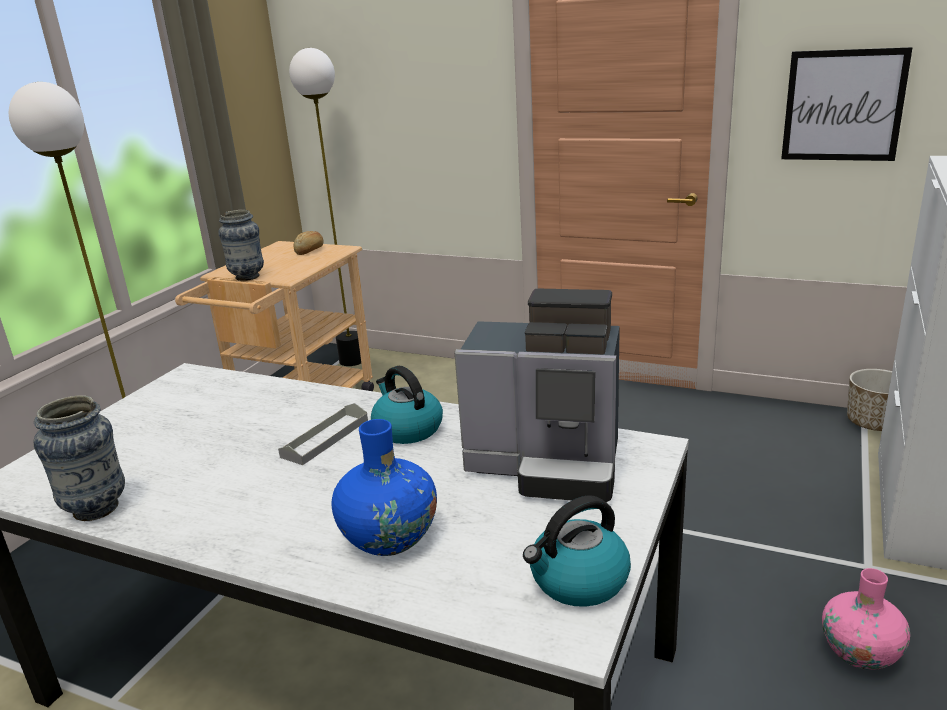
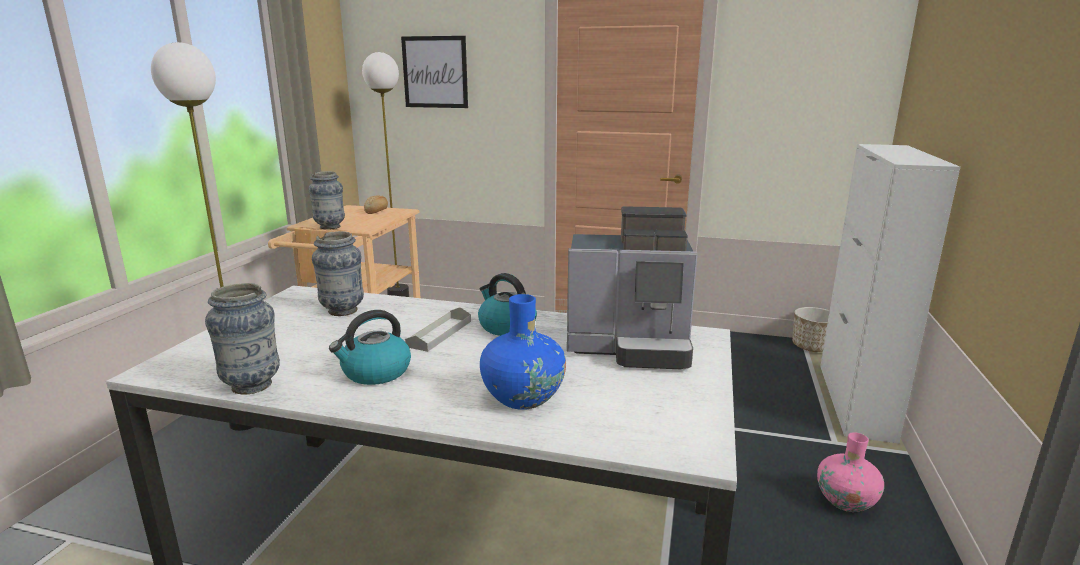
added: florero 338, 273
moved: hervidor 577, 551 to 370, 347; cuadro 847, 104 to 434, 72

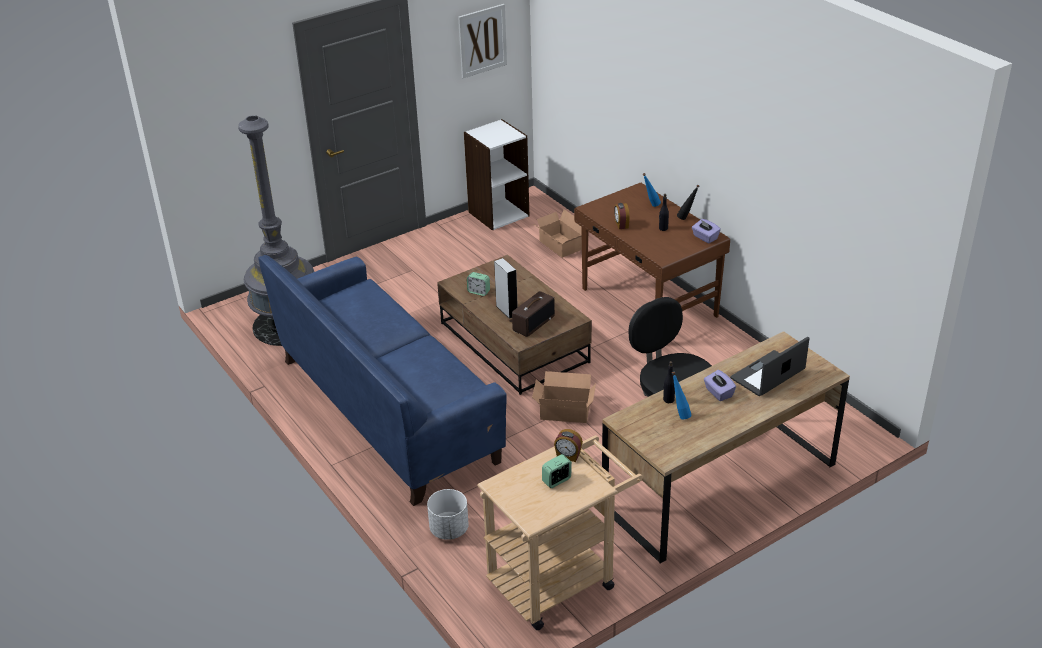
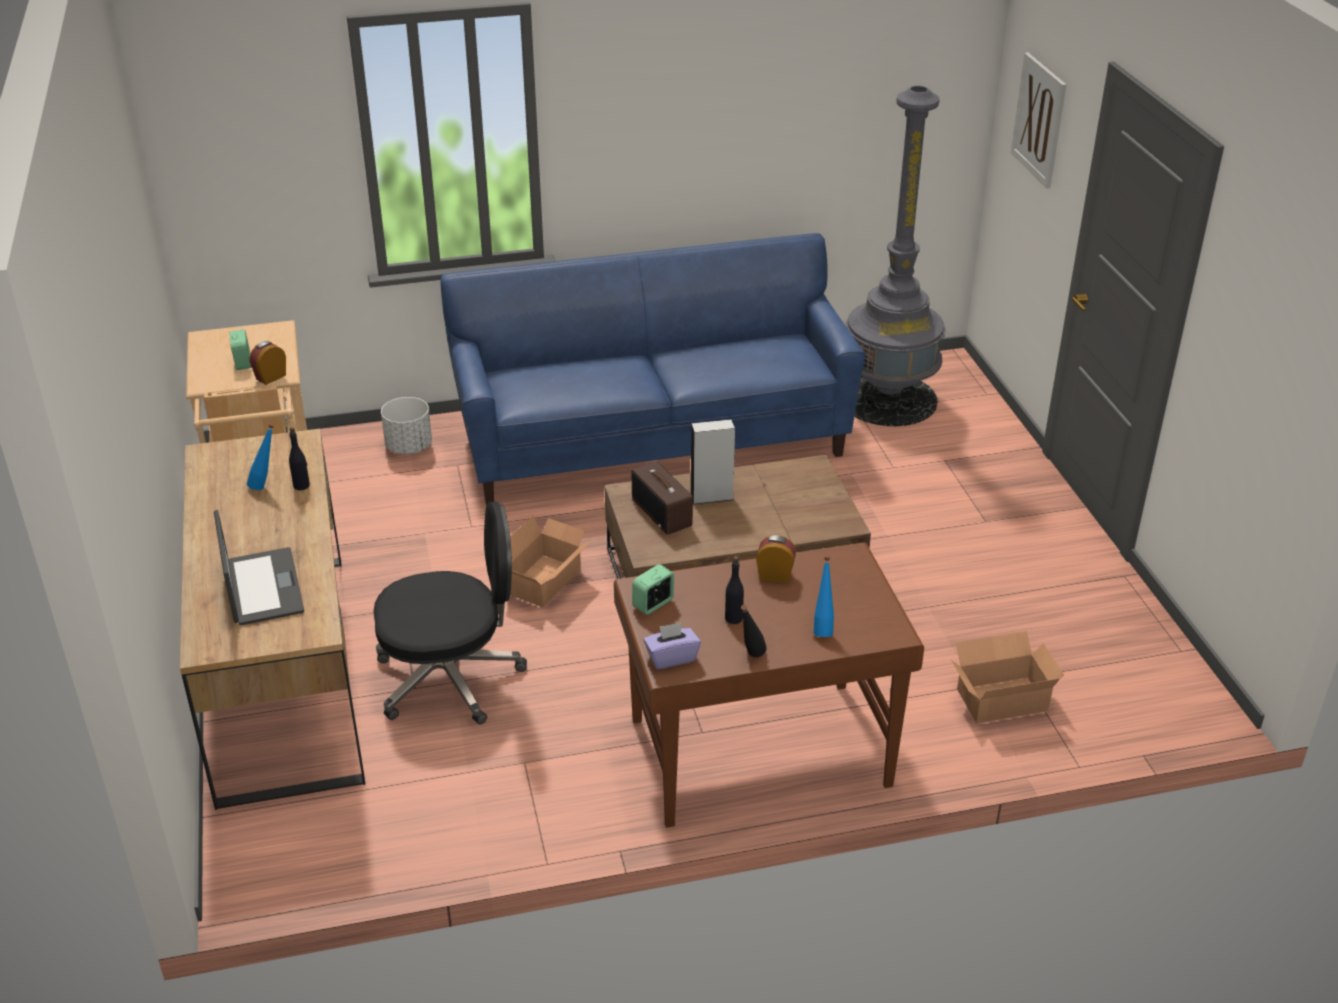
removed: estantería (blanco) 496, 174; caja de pañuelos (morado) 720, 385
moved: despertador 478, 284 to 653, 589; cuadro 482, 41 to 1038, 120

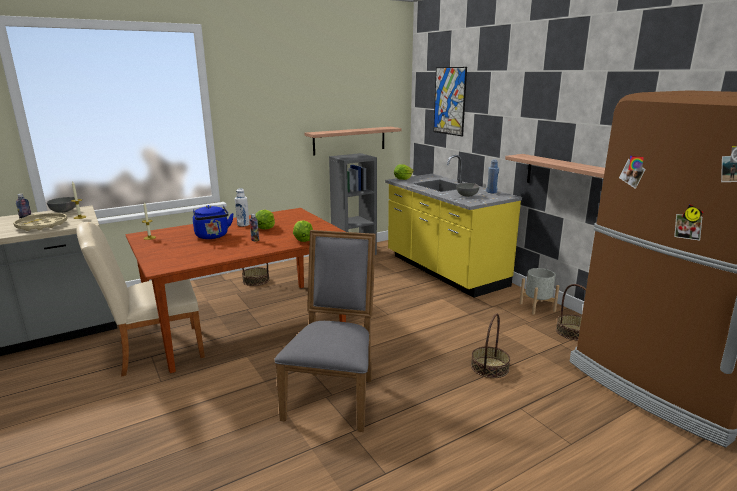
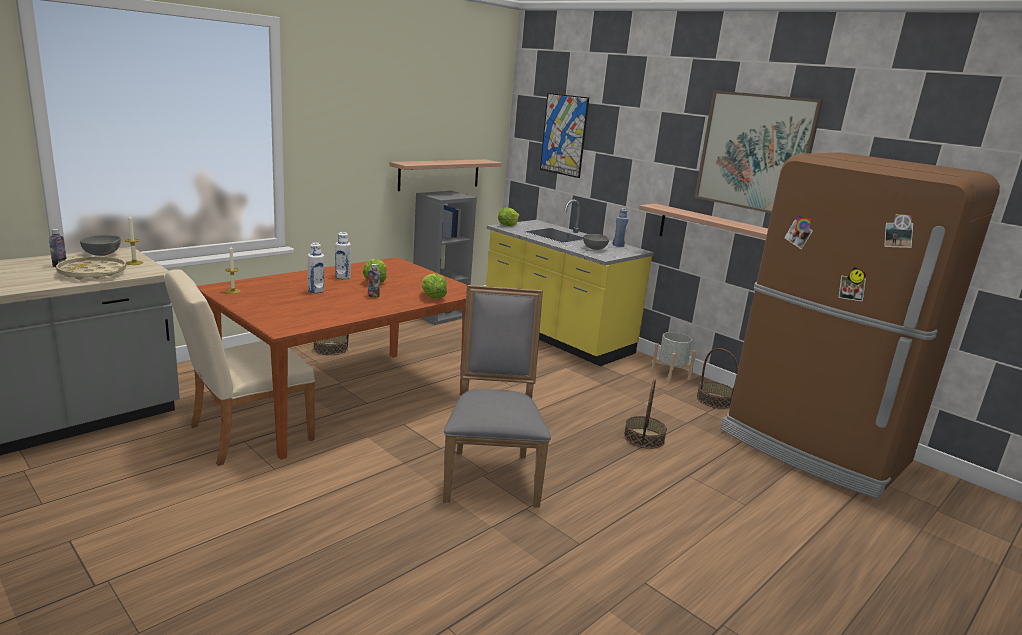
added: cuadro 758, 151
replaced: hervidor (azul) 213, 222 to botella (blanco) 315, 267

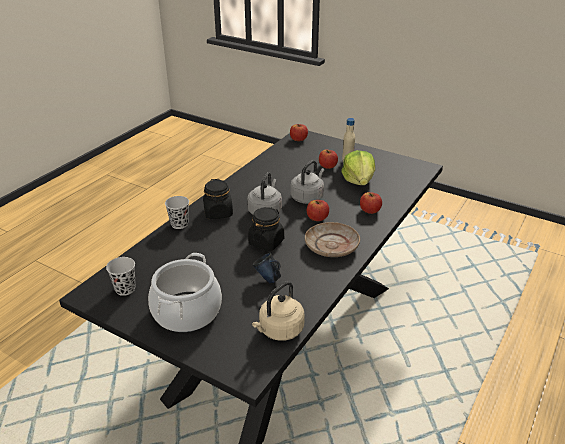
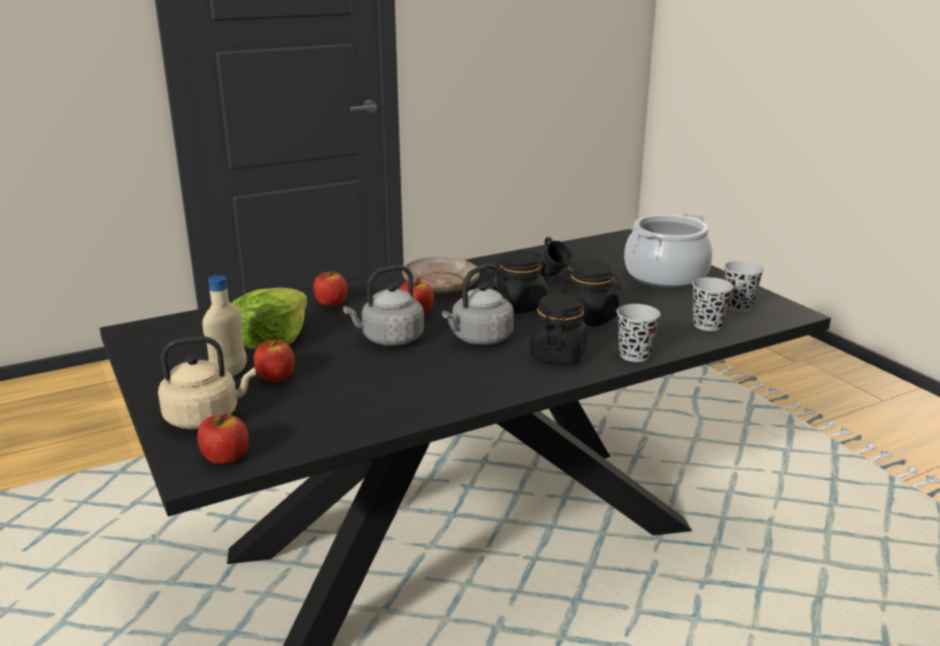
added: tarro (negro) 592, 293; taza (negro) 713, 304
moved: hervidor (beis) 278, 311 to 207, 382

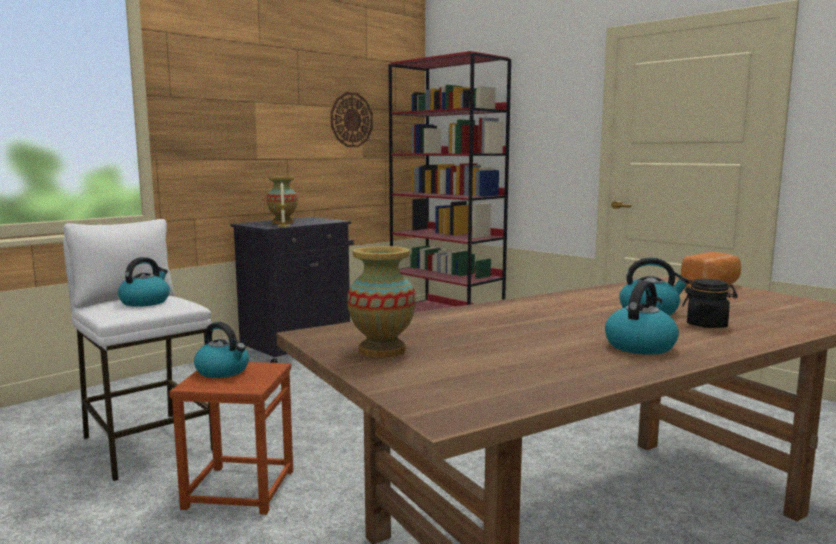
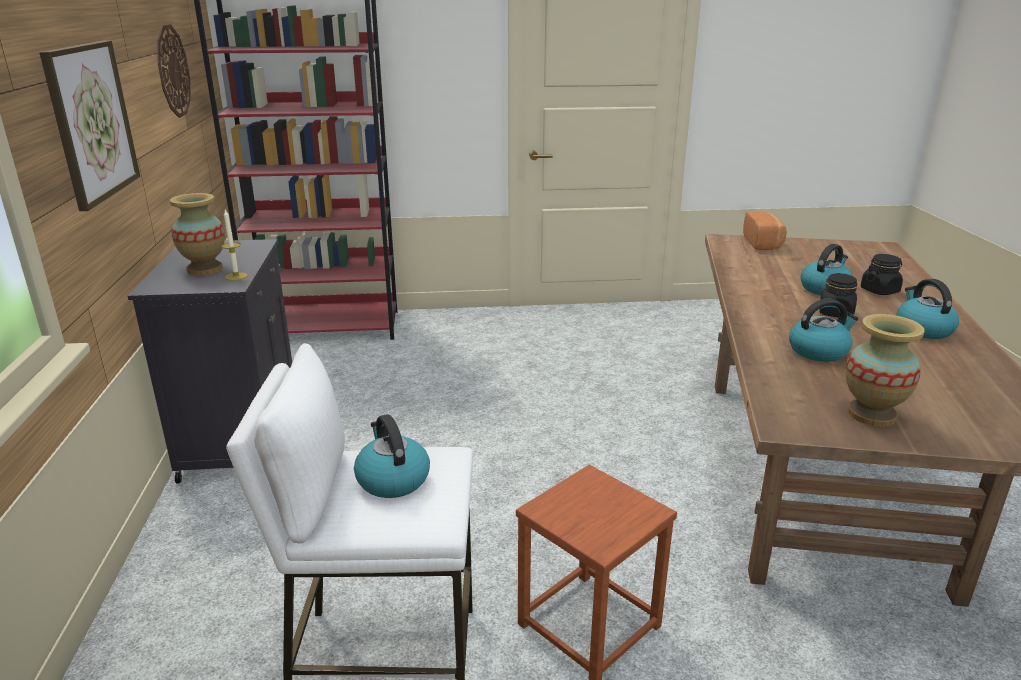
added: cuadro 89, 126; tarro (negro) 838, 295
moved: hervidor 221, 350 to 824, 330

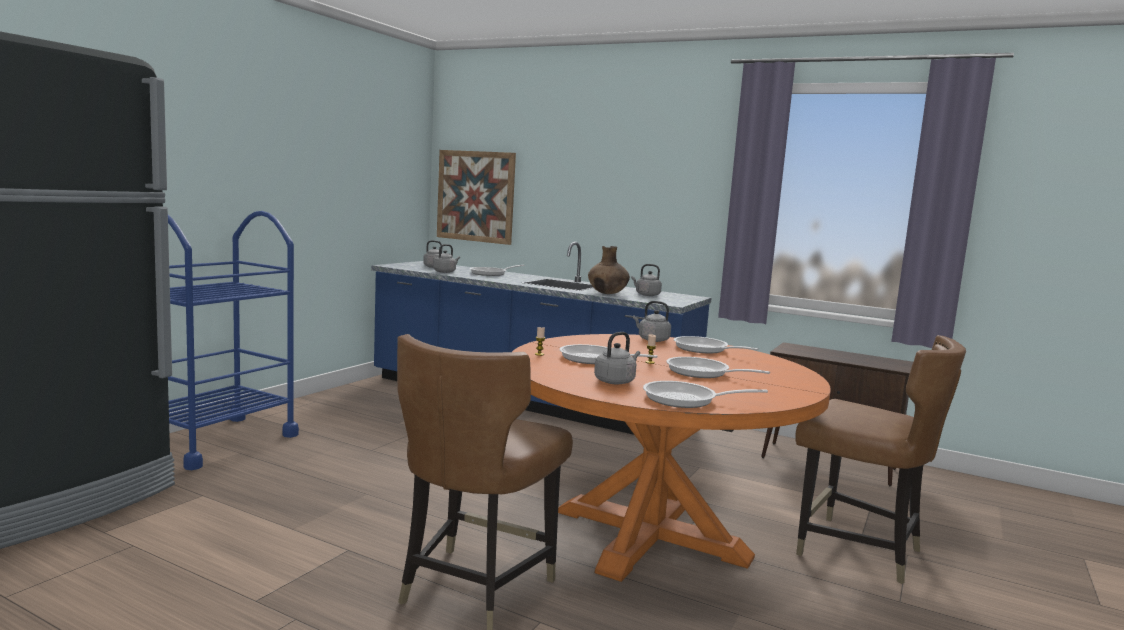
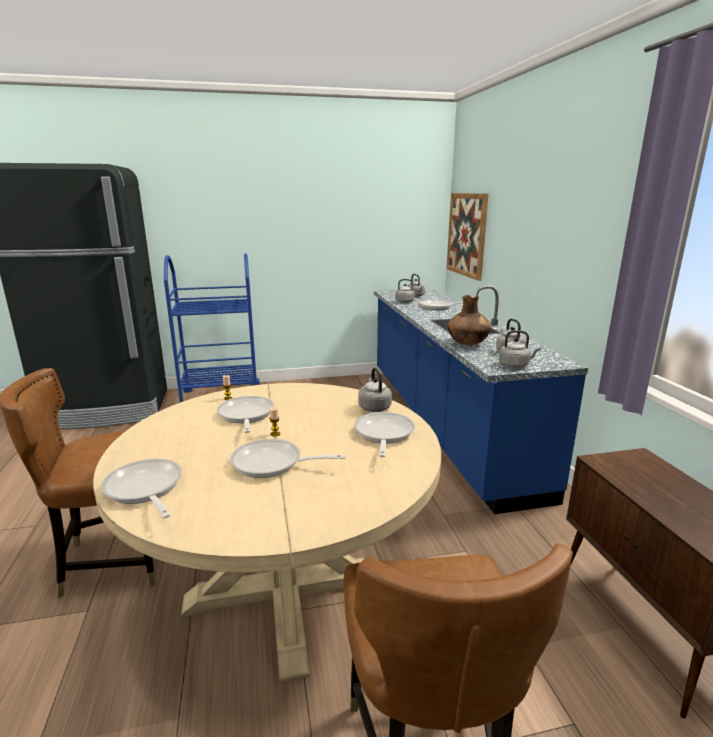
moved: hervidor (gris) 617, 358 to 520, 349
recoloured: mesa de comedor (naranja) 671, 458 to mesa de comedor (beis) 267, 533
turned: sartén 718, 367 = 288, 458 75 degrees counterclockwise

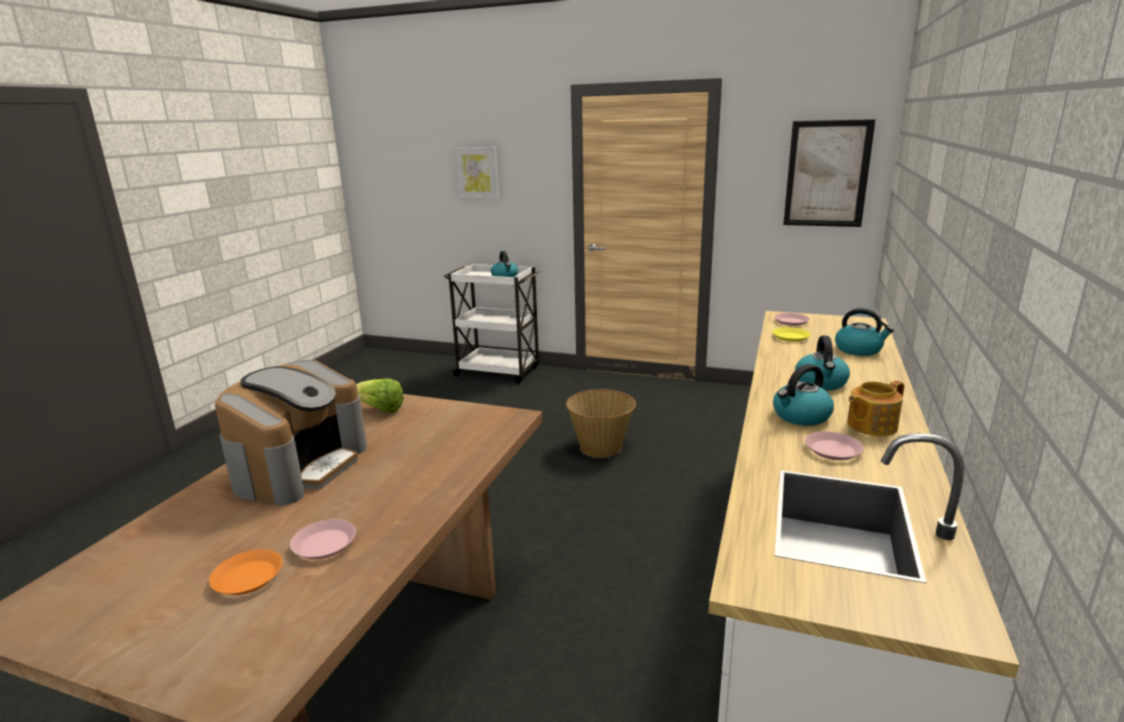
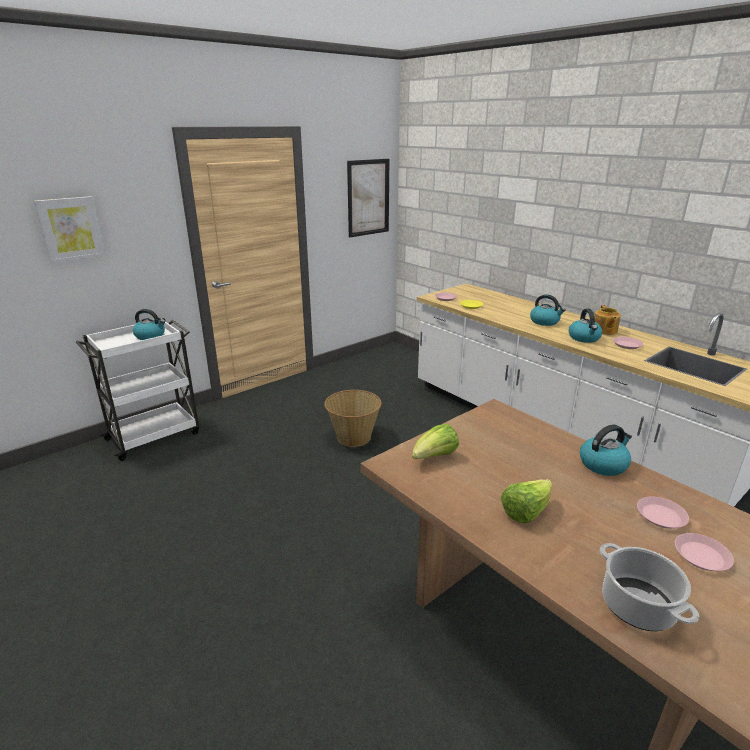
added: olla 649, 587
moved: hervidor 864, 332 to 606, 450
replaced: cafetera 291, 433 to lechuga 526, 501
recoloured: plato (naranja) 246, 572 to plato (rosa) 704, 552

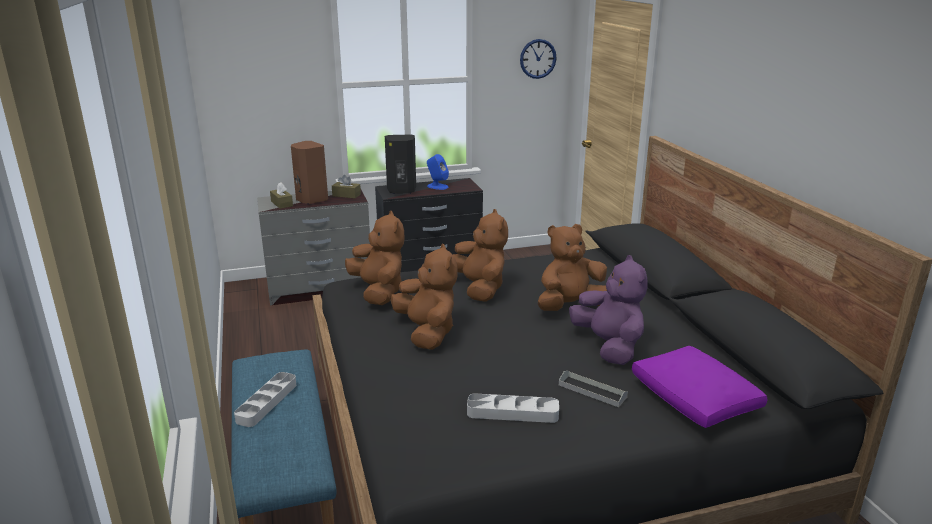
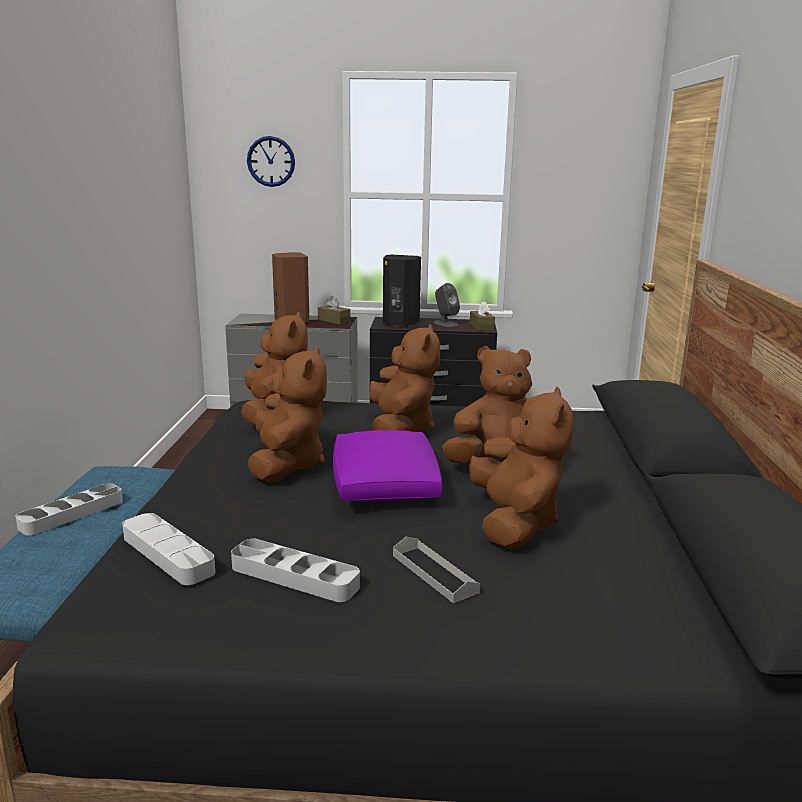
added: bandeja (gris) 168, 549
moved: reloj de pared 538, 59 to 271, 161; cojín (morado) 700, 387 to 387, 465; caja de pañuelos (marrón) 281, 195 to 482, 316
recoloured: altavoz (azul) 438, 172 to altavoz (gris) 447, 305; peluche (morado) 608, 310 to peluche (marrón) 521, 468

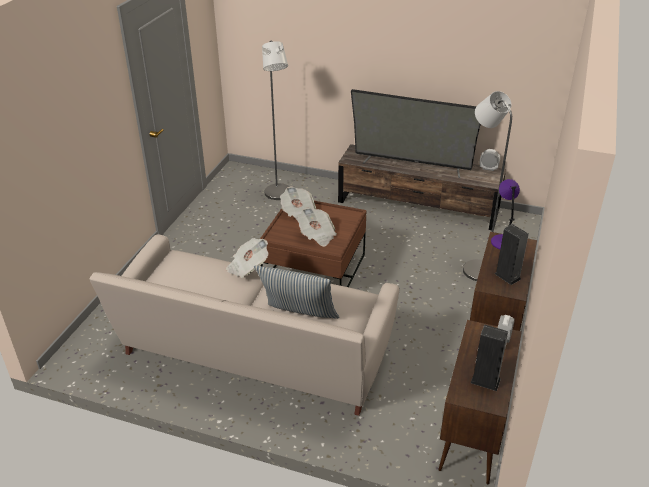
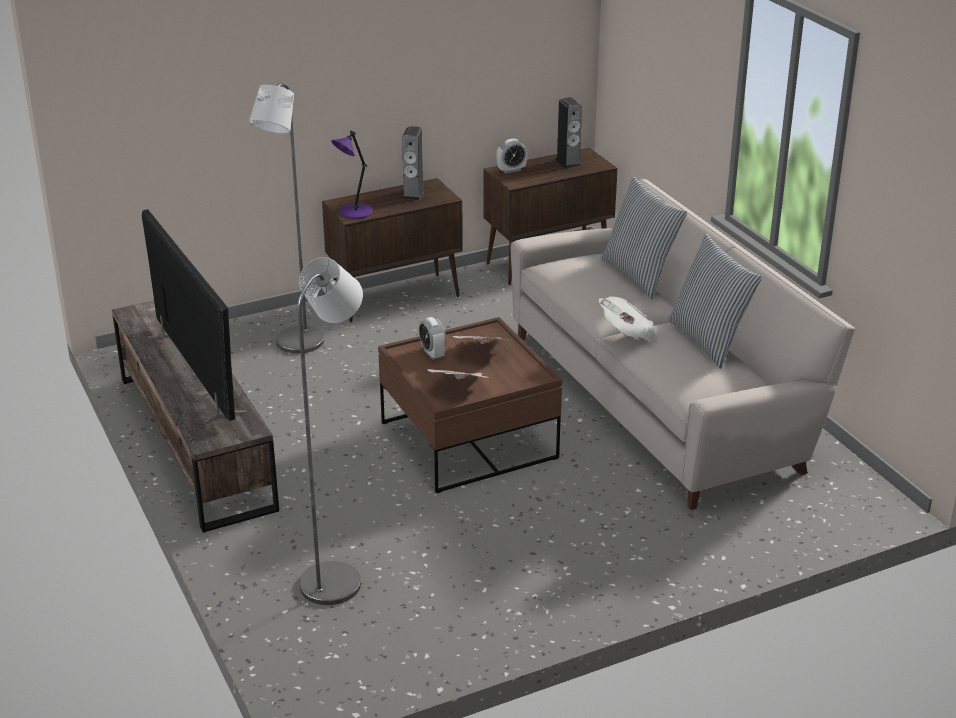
added: cojín 715, 301
moved: despertador 490, 160 to 432, 338

